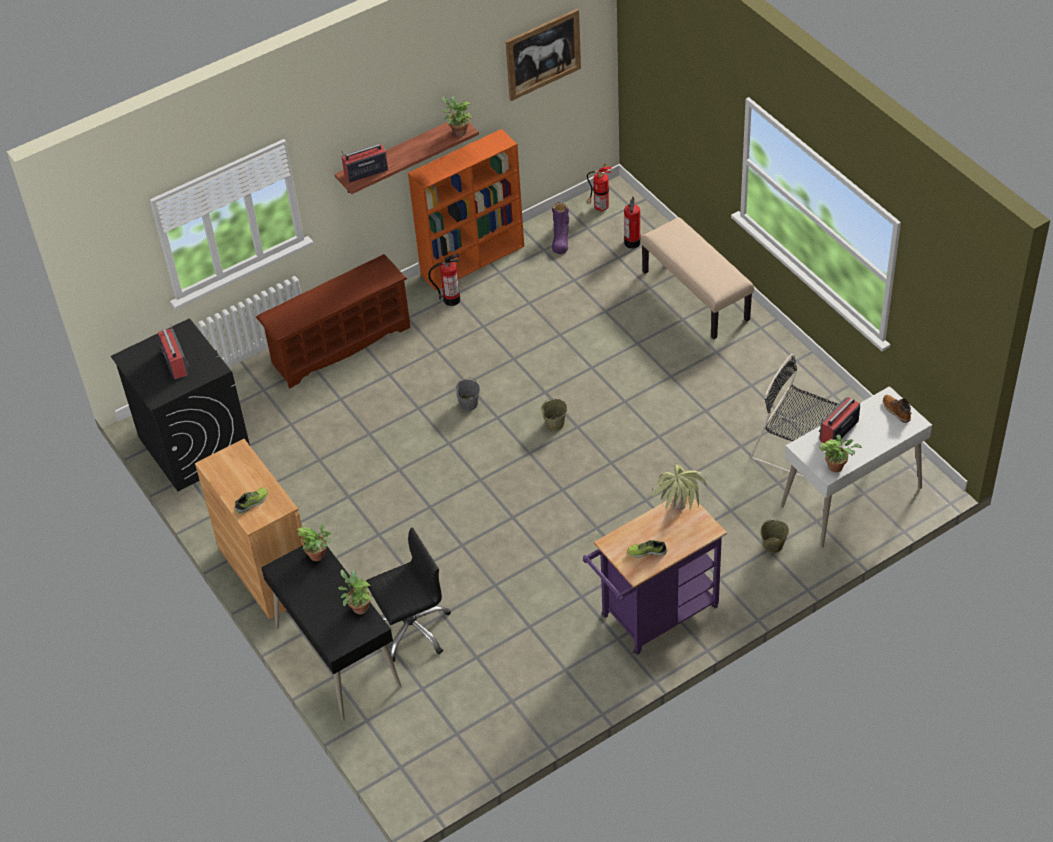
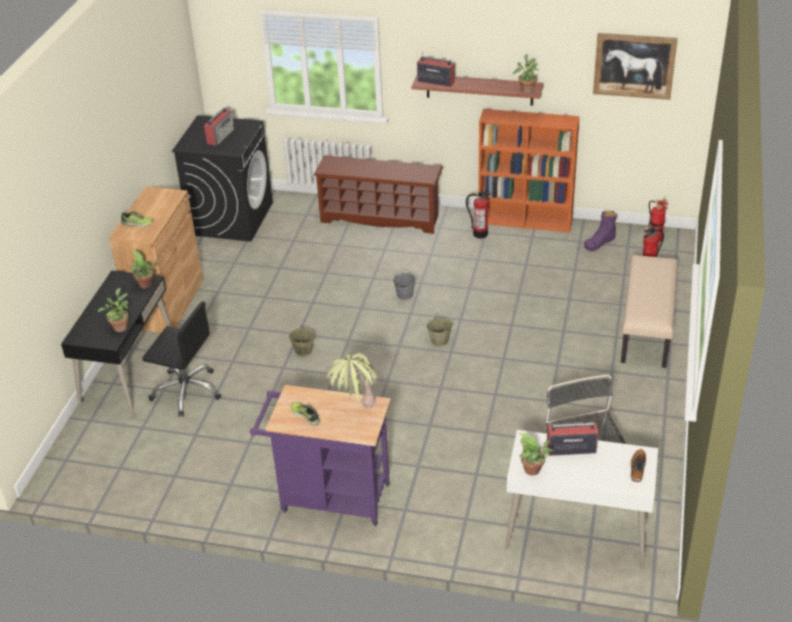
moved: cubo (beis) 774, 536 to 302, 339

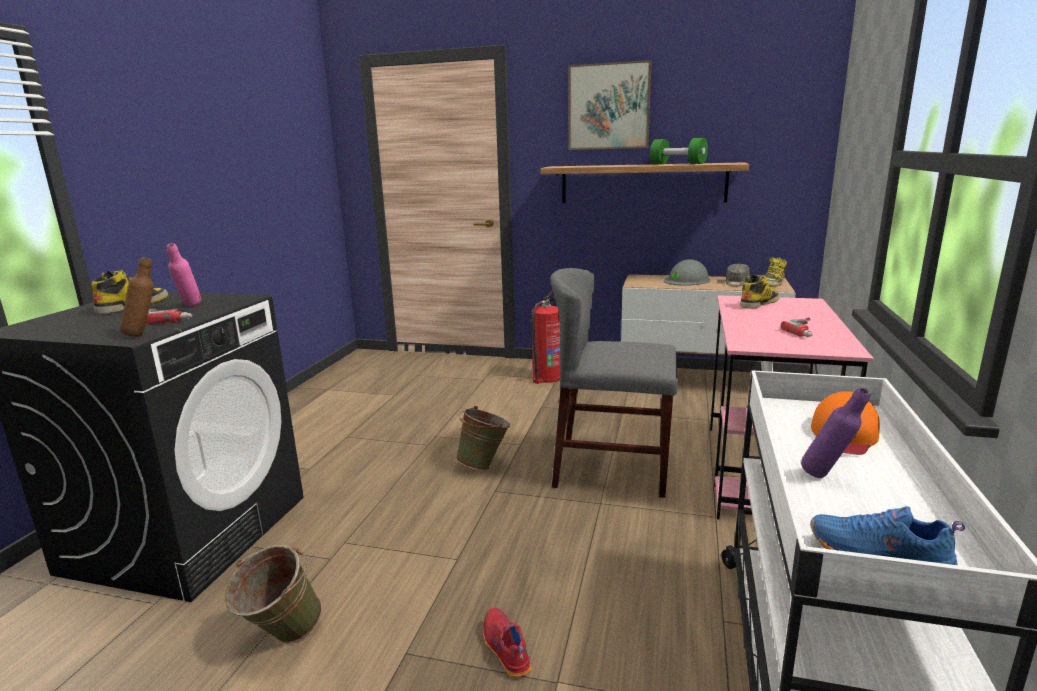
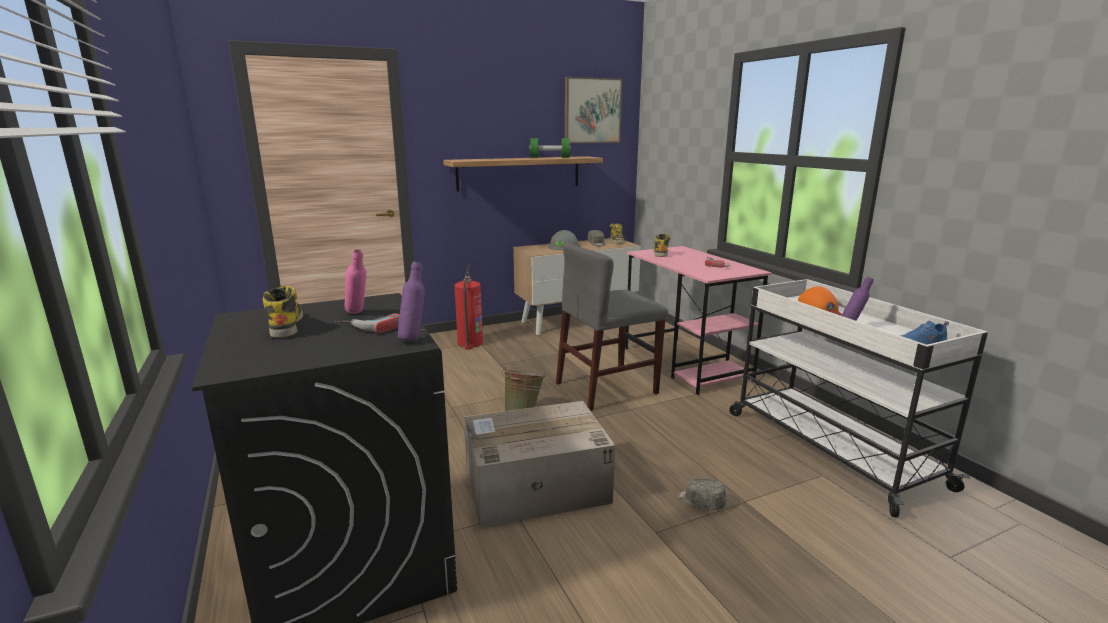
removed: cubo (verde) 273, 594
added: caja de cartón 539, 464
moved: cuadro 610, 105 to 593, 110
replaced: zapato (rojo) 507, 642 to gorra (gris) 701, 494
recoloured: botella (marrón) 137, 297 to botella (morado) 411, 301

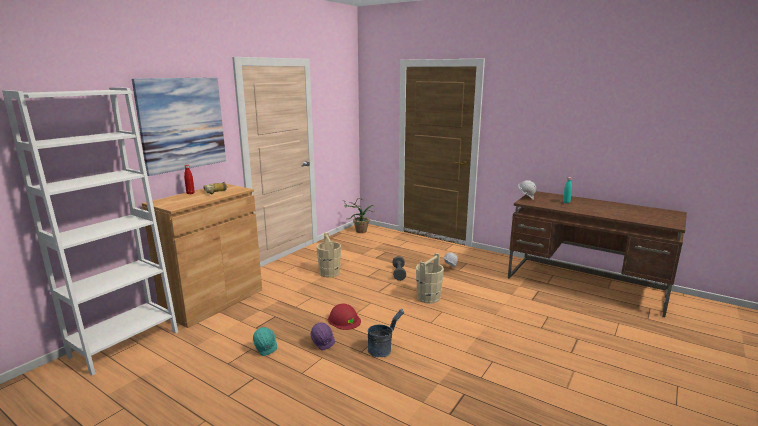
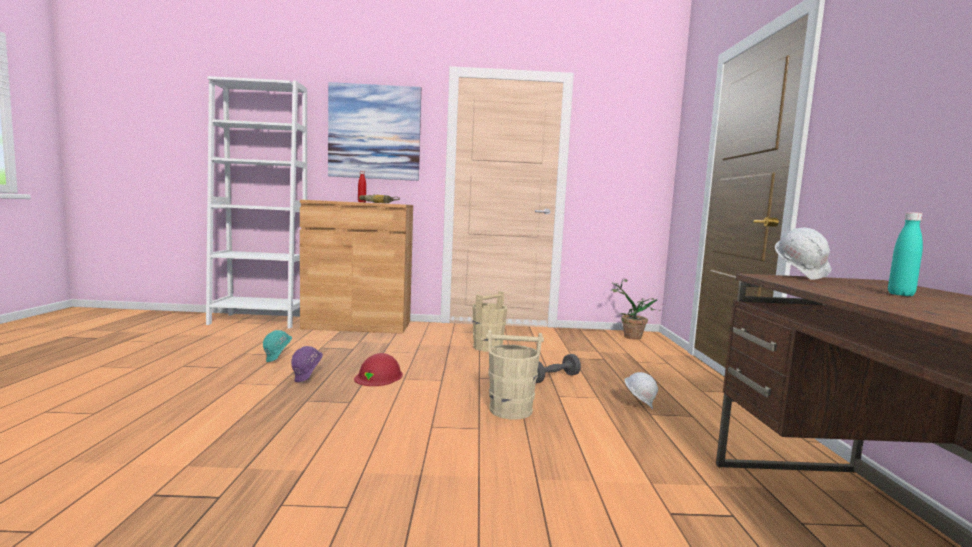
removed: cubo (gris) 386, 333

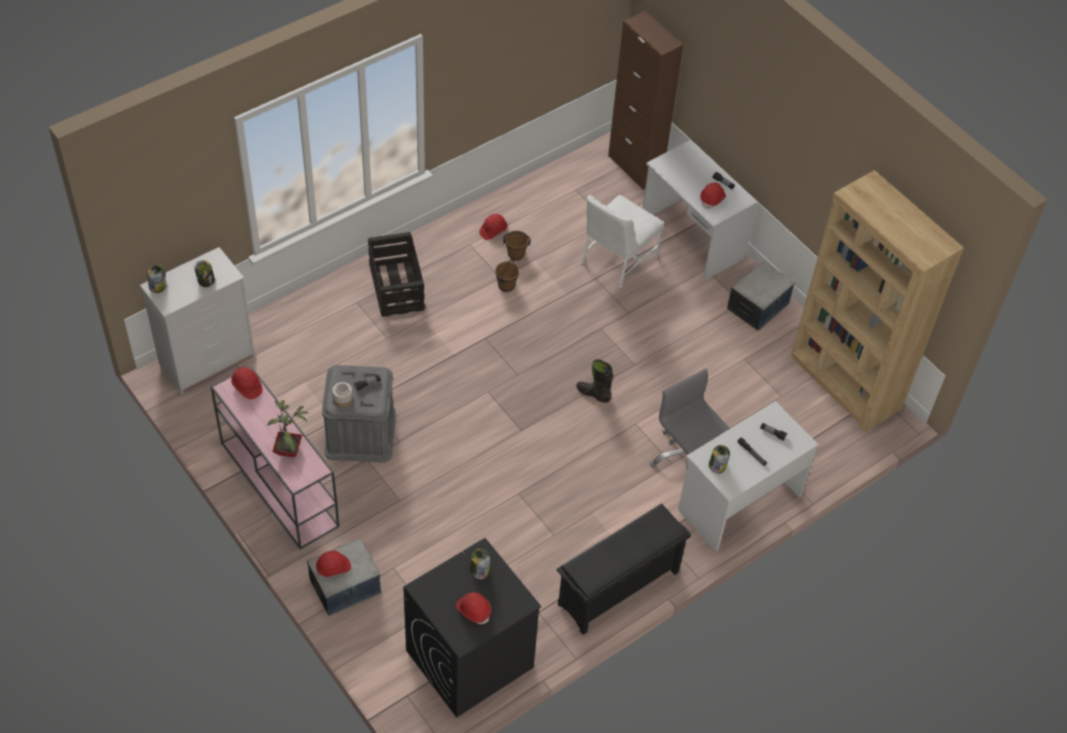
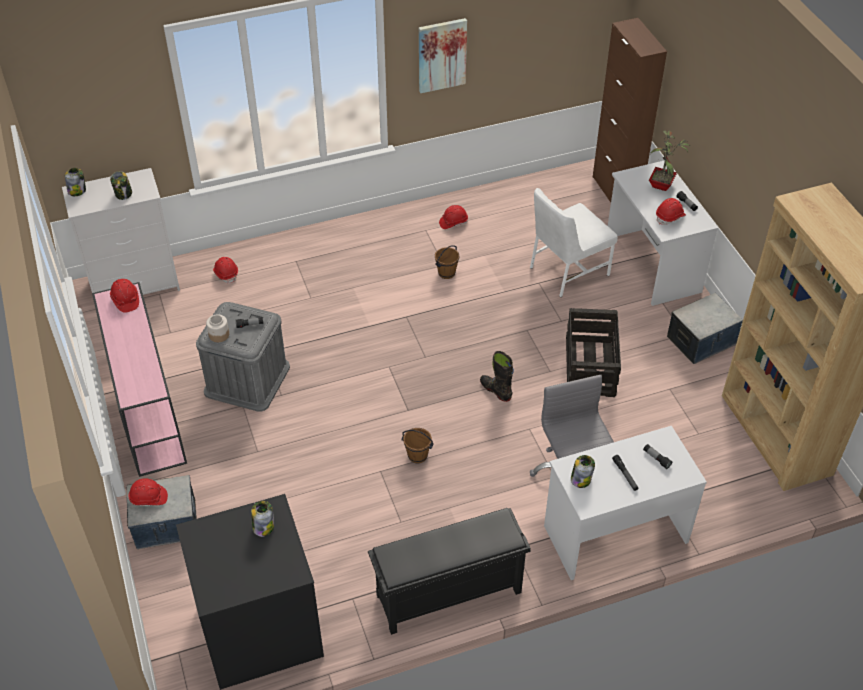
added: cuadro 443, 55
moved: casco (rojo) 473, 608 to 225, 270; cubo (marrón) 517, 245 to 417, 445; caja de embalaje 396, 274 to 593, 352; planta en maceta 287, 428 to 669, 161

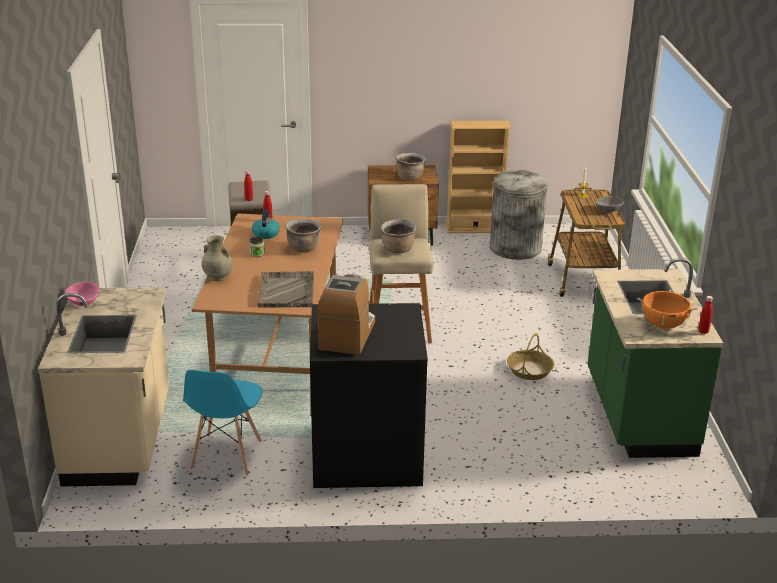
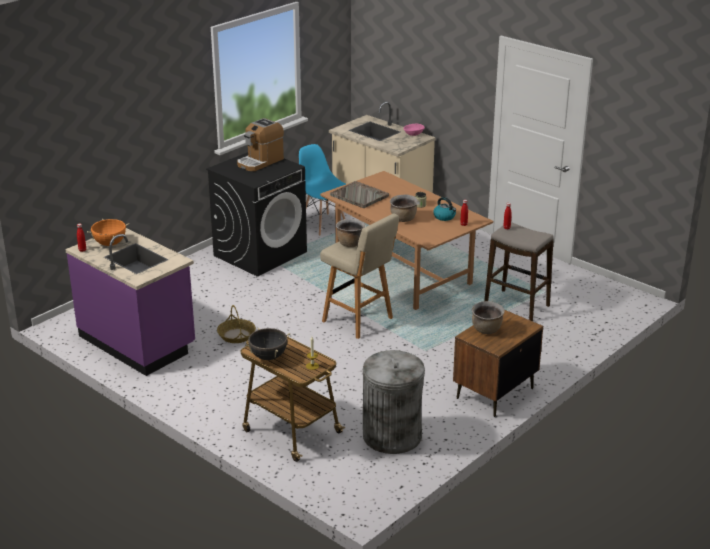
removed: florero (beis) 217, 258; estantería (beis) 478, 177
replaced: cuenco (gris) 609, 204 to olla (negro) 267, 344
recoloured: mueble bajo de cocina (verde) 655, 358 to mueble bajo de cocina (morado) 130, 302
turned: cafetera 346, 314 = 260, 144 75 degrees clockwise

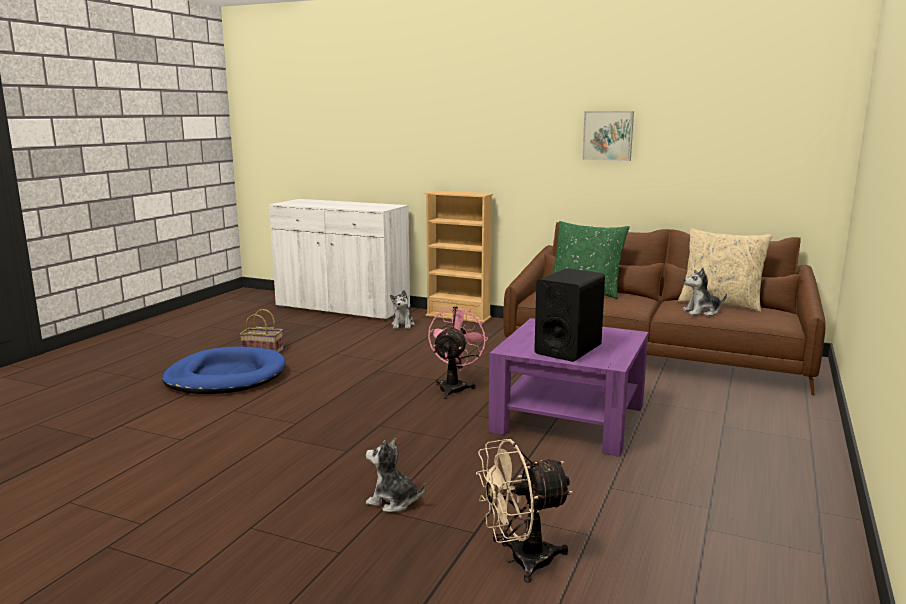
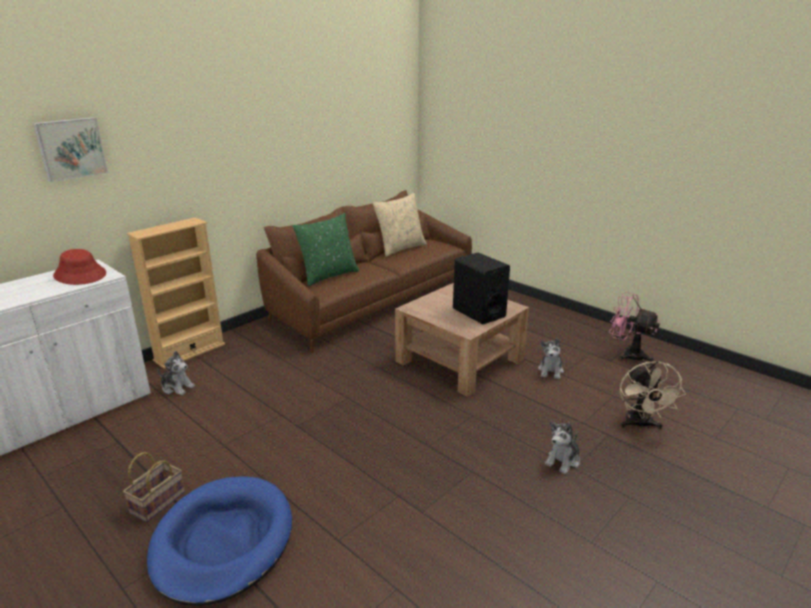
added: sombrero (rojo) 79, 267
moved: cuadro 608, 136 to 70, 149; peluche 704, 292 to 551, 358; ventilador (rosa) 458, 352 to 634, 327
recoloured: mesa de centro (morado) 568, 387 to mesa de centro (marrón) 462, 340

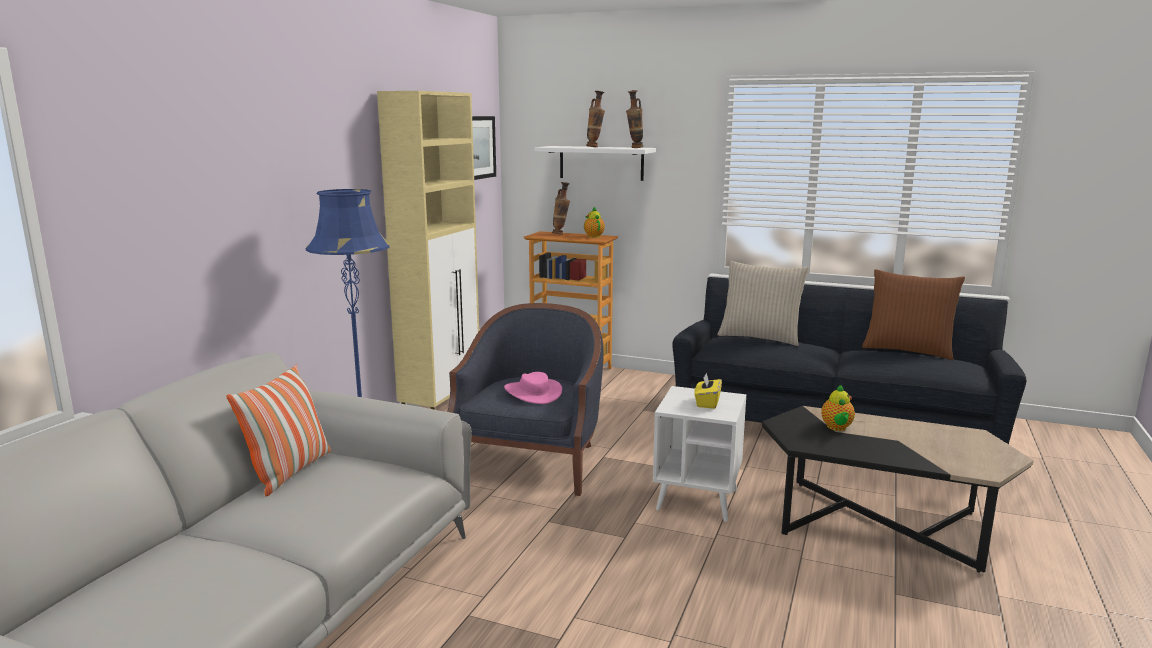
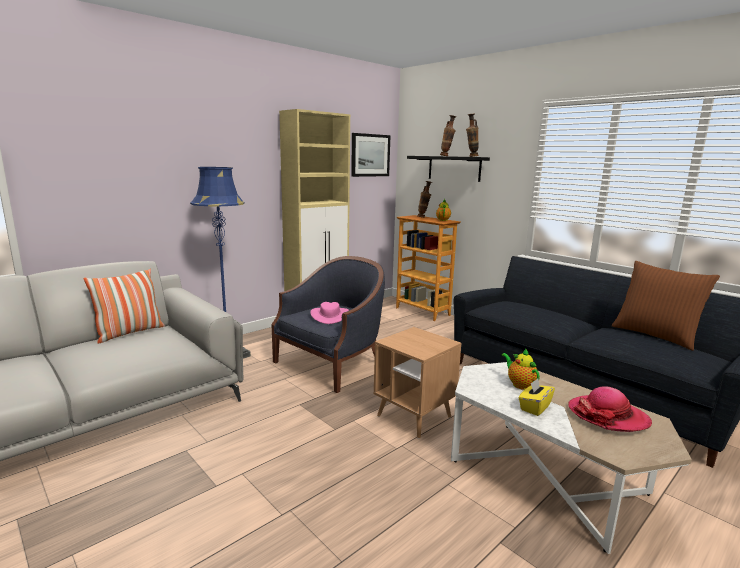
removed: cojín (beis) 763, 303
added: sombrero 610, 409
moved: caja de pañuelos (amarillo) 708, 391 to 537, 397
recoloured: mesa auxiliar (blanco) 699, 454 to mesa auxiliar (marrón) 417, 383; estante (blanco) 595, 163 to estante (negro) 448, 169; mesa de centro (negro) 898, 489 to mesa de centro (blanco) 571, 458
turned: tetera 838, 408 = 521, 369 120 degrees clockwise

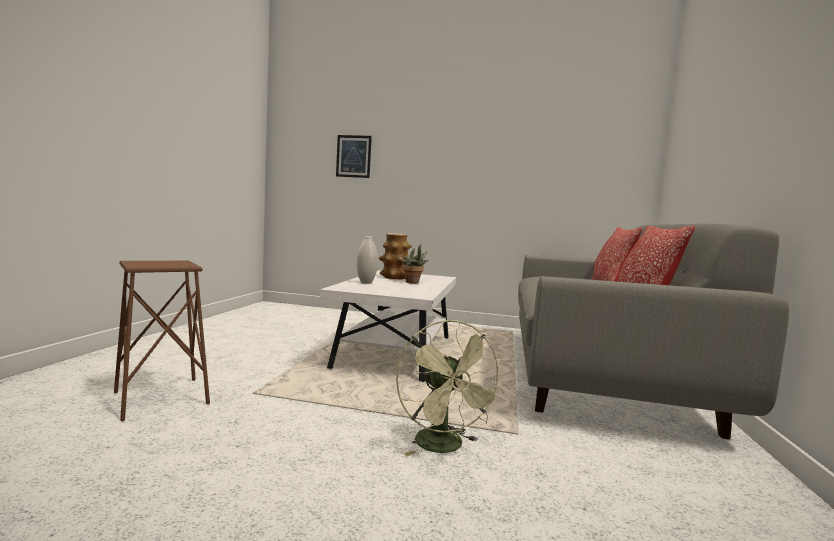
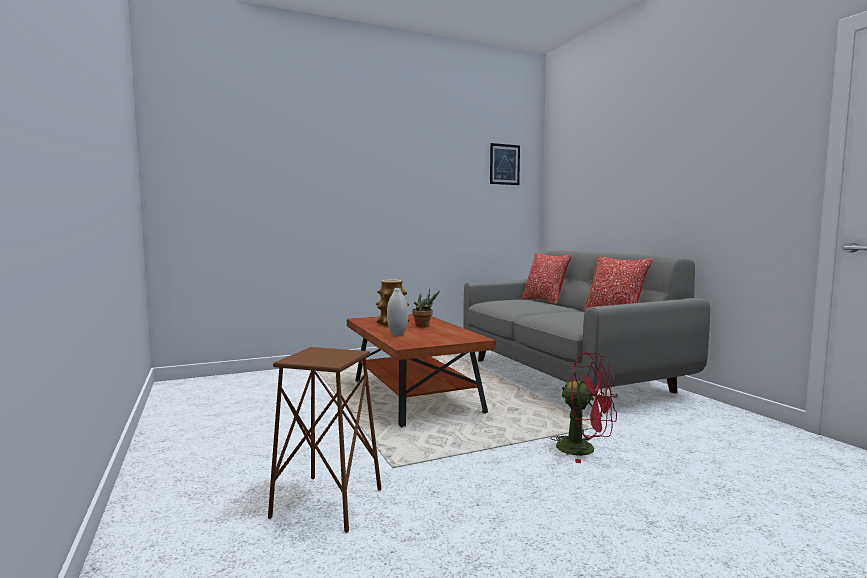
moved: cuadro 354, 156 to 505, 164
recoloured: mesa de centro (blanco) 388, 326 to mesa de centro (marrón) 421, 370; ventilador (verde) 451, 387 to ventilador (rojo) 584, 407

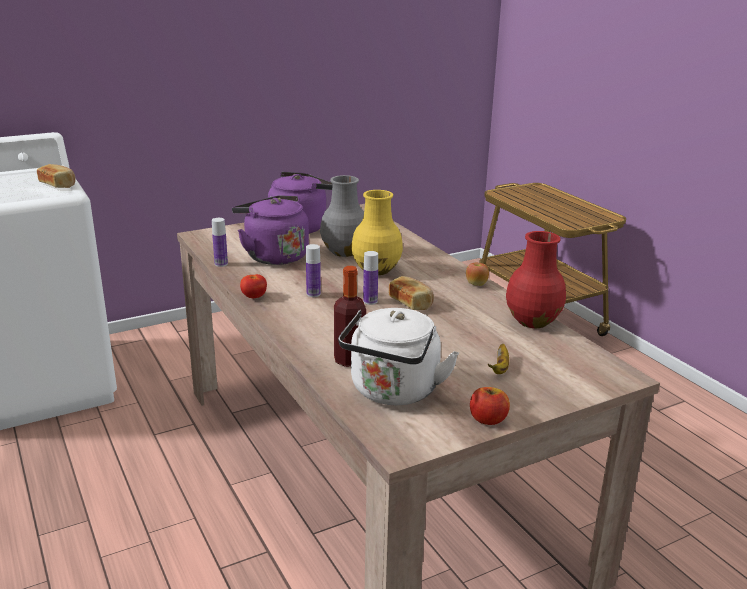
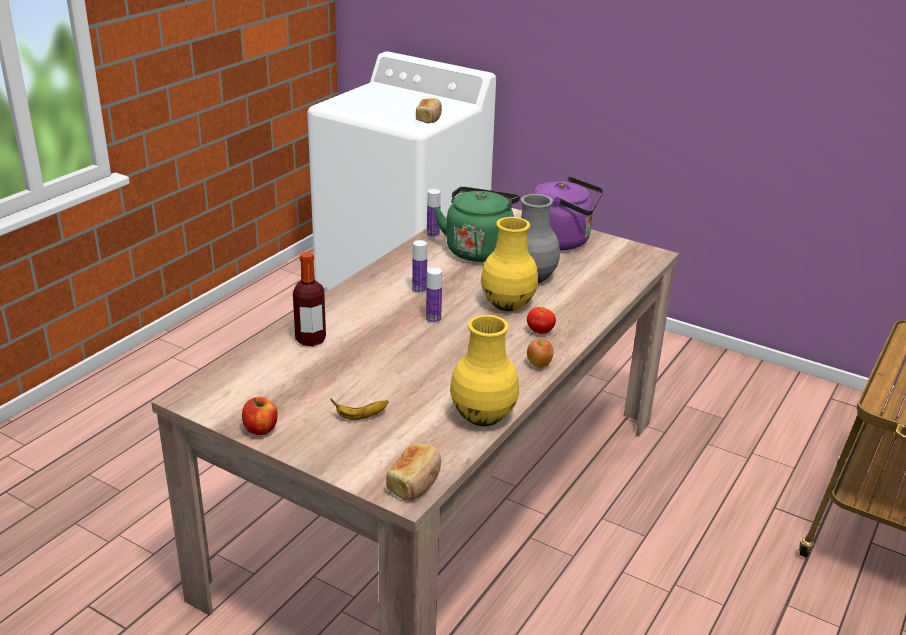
removed: hervidor (blanco) 398, 356
moved: pan 411, 293 to 413, 472; tomate 253, 286 to 541, 320
recoloured: hervidor (morado) 270, 230 to hervidor (verde) 477, 224; florero (rojo) 536, 279 to florero (amarillo) 484, 370

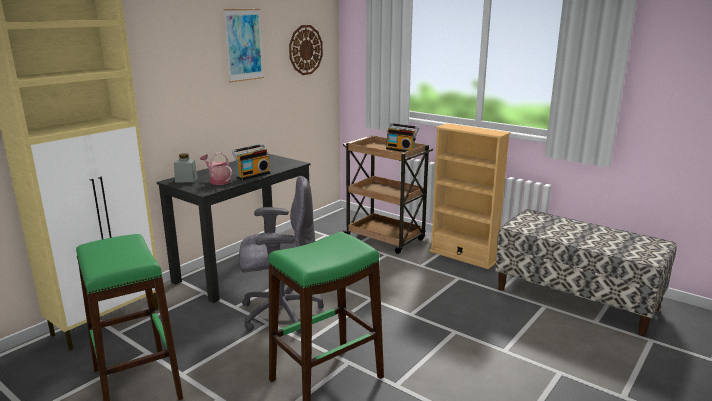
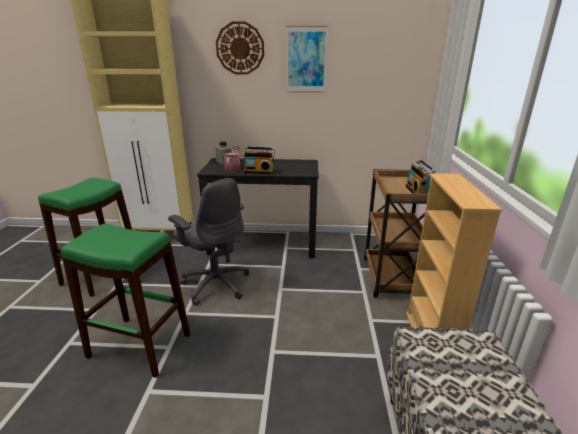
moved: reloj de pared 306, 50 to 240, 48

